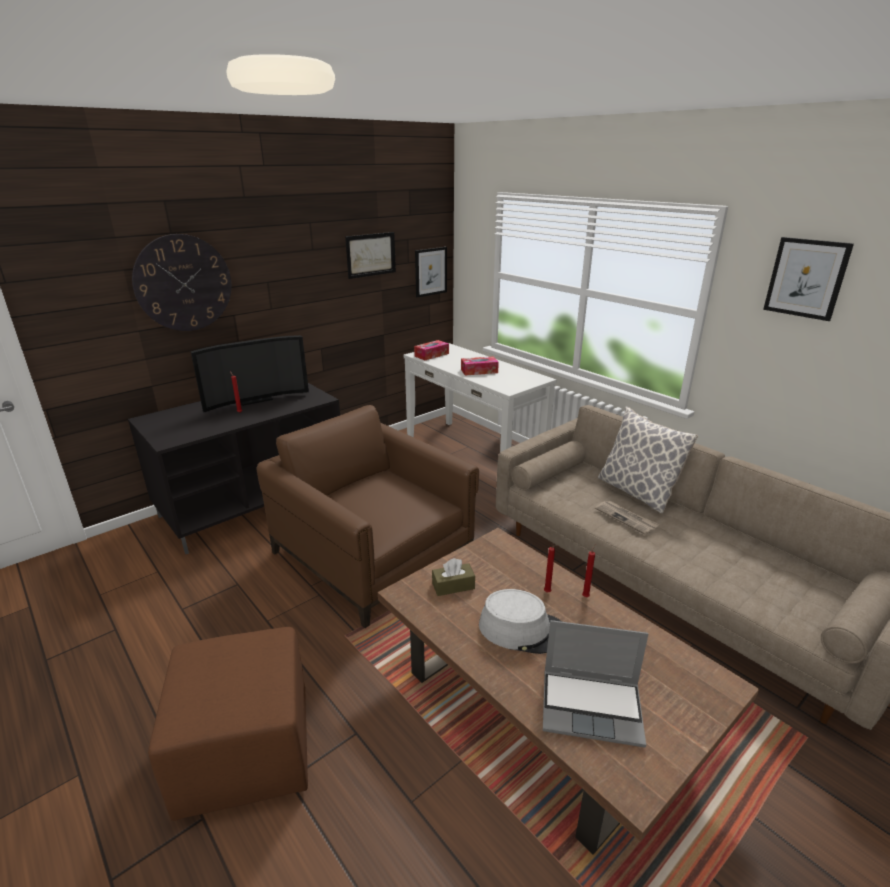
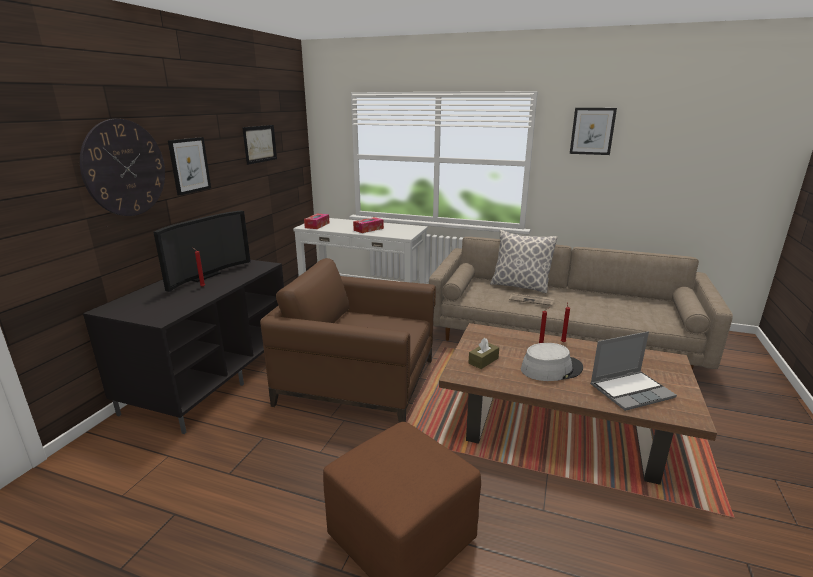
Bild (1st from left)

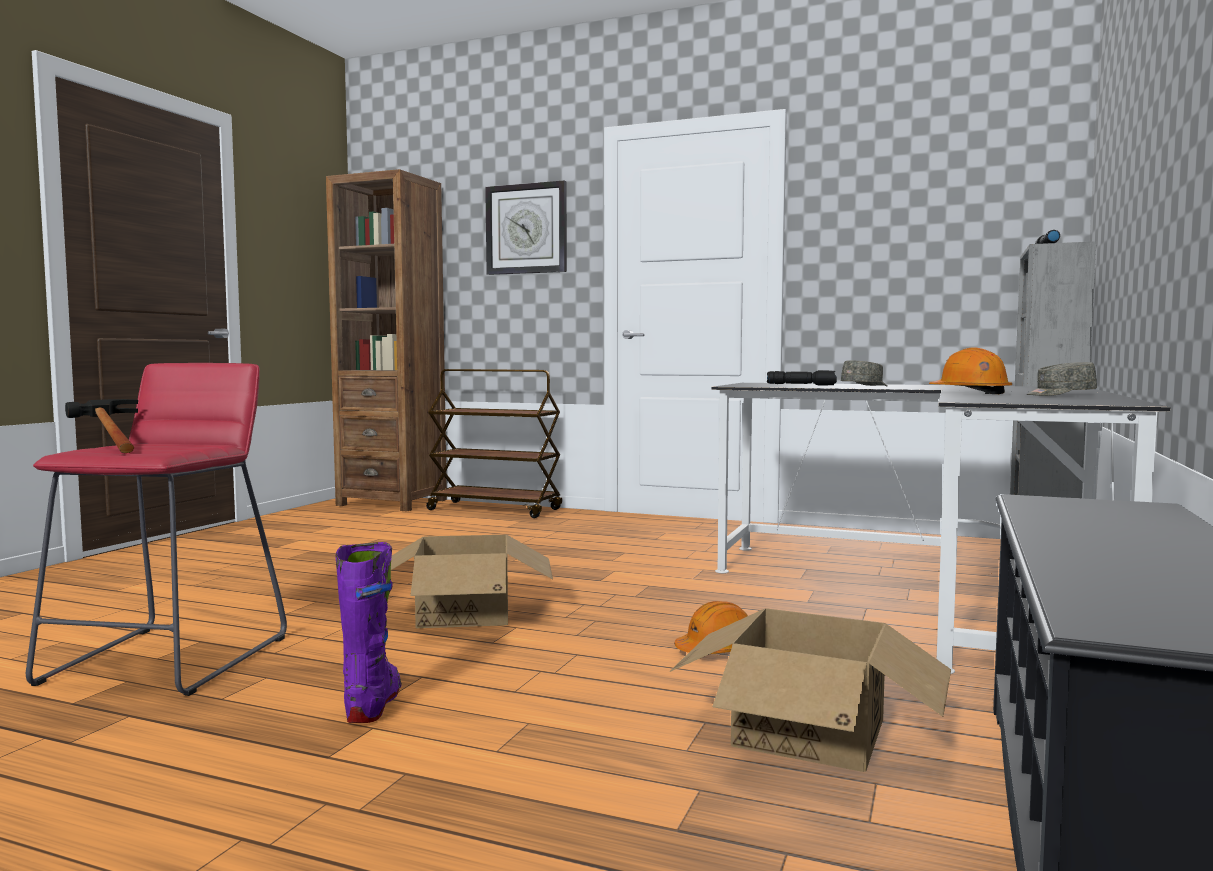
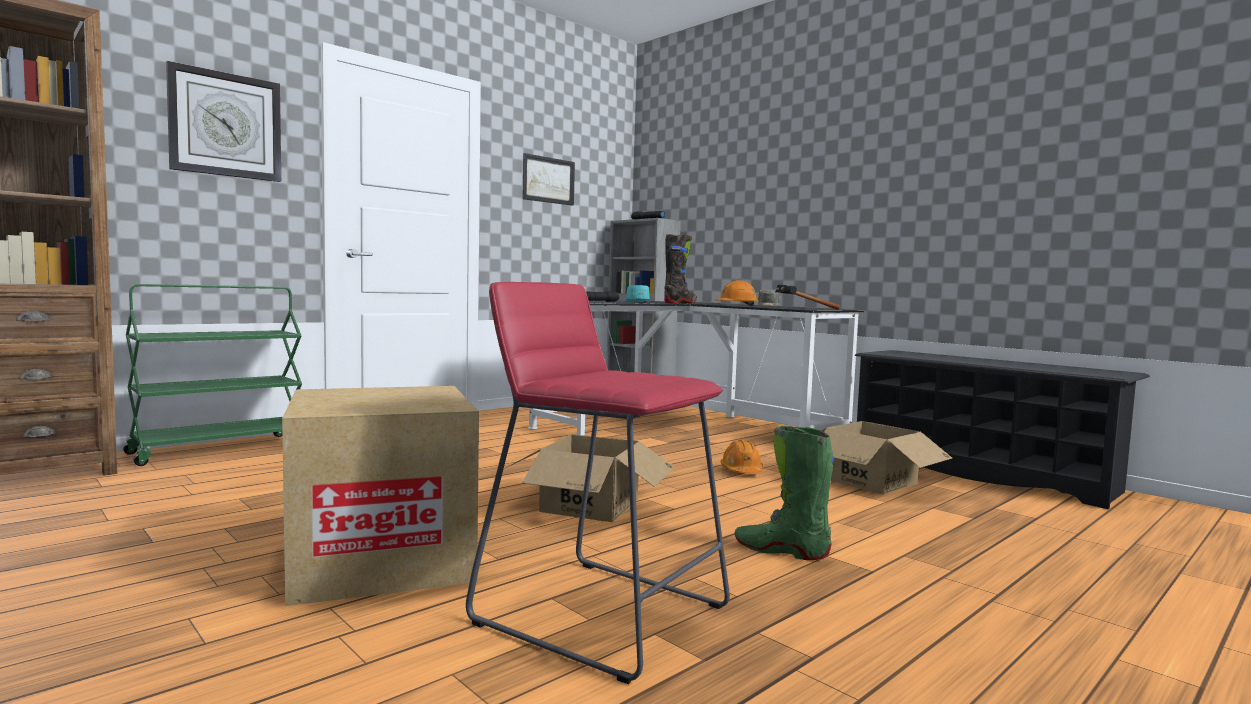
Kappe [türkis]; Rollwagen [grün]; Hammer; Stiefel [grün]; Bild; Stiefel [schwarz]; Karton (1st from left)

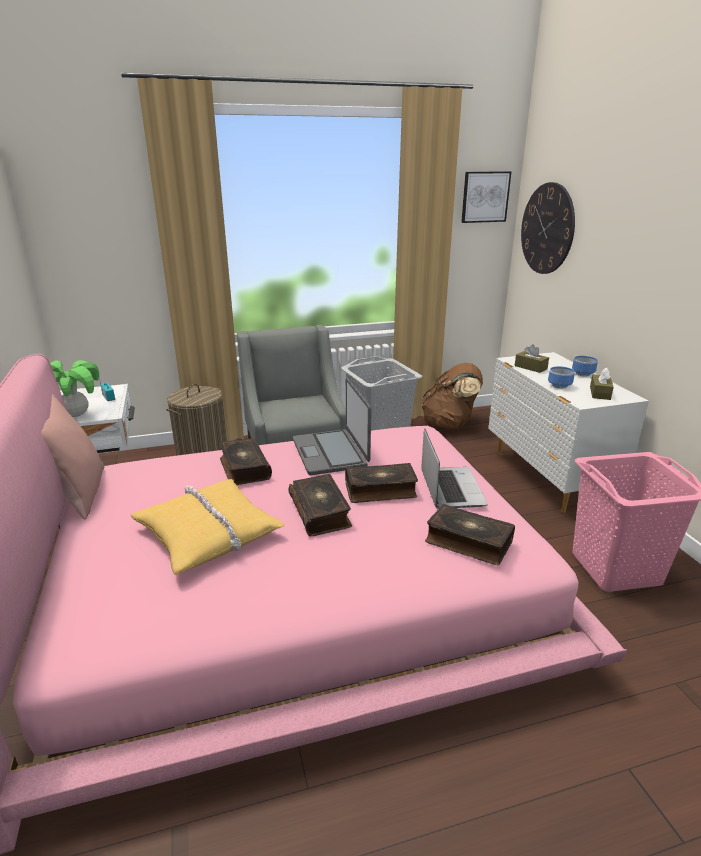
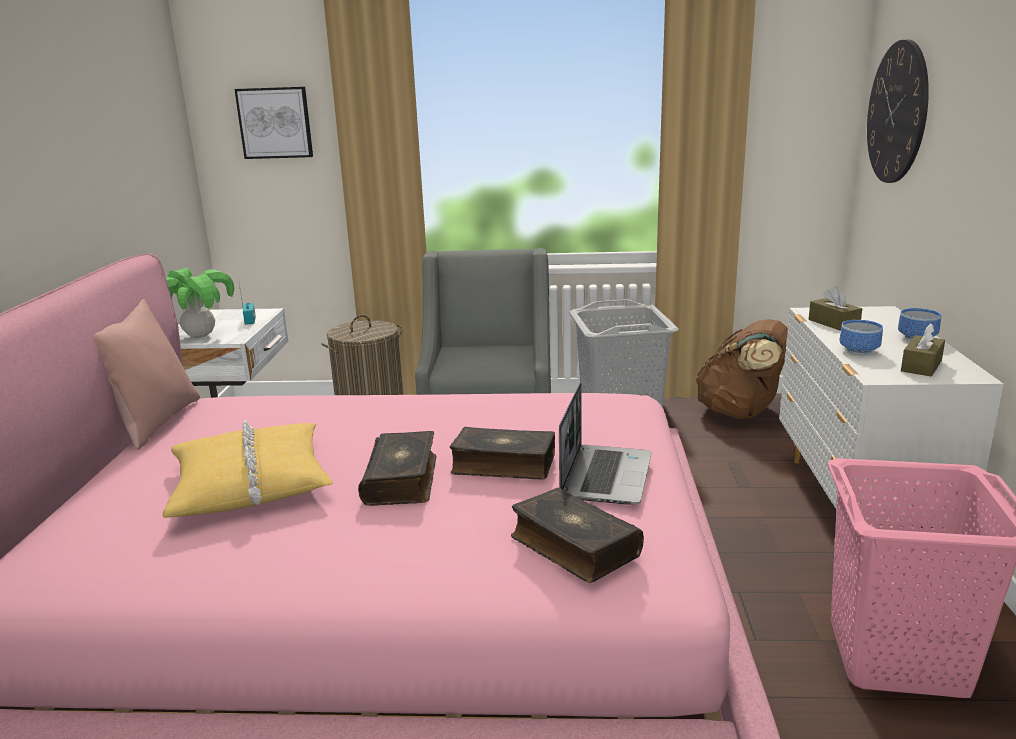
Bild; Laptop (1st from left in the first image); Buch (1st from left in the first image)

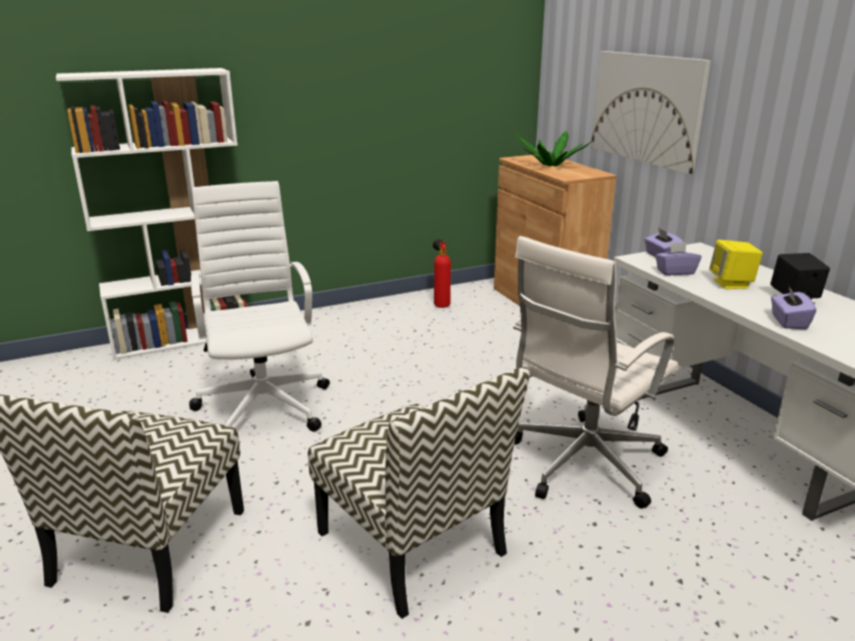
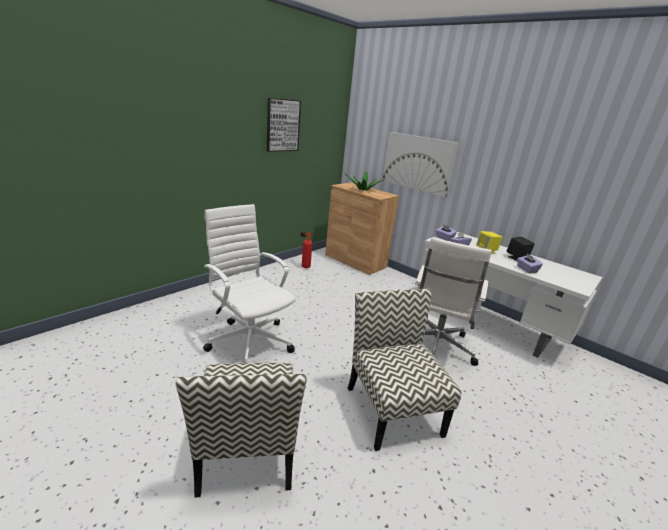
Bücherregal [weiß]; Stuhl (2nd from left); Bild (1st from left)

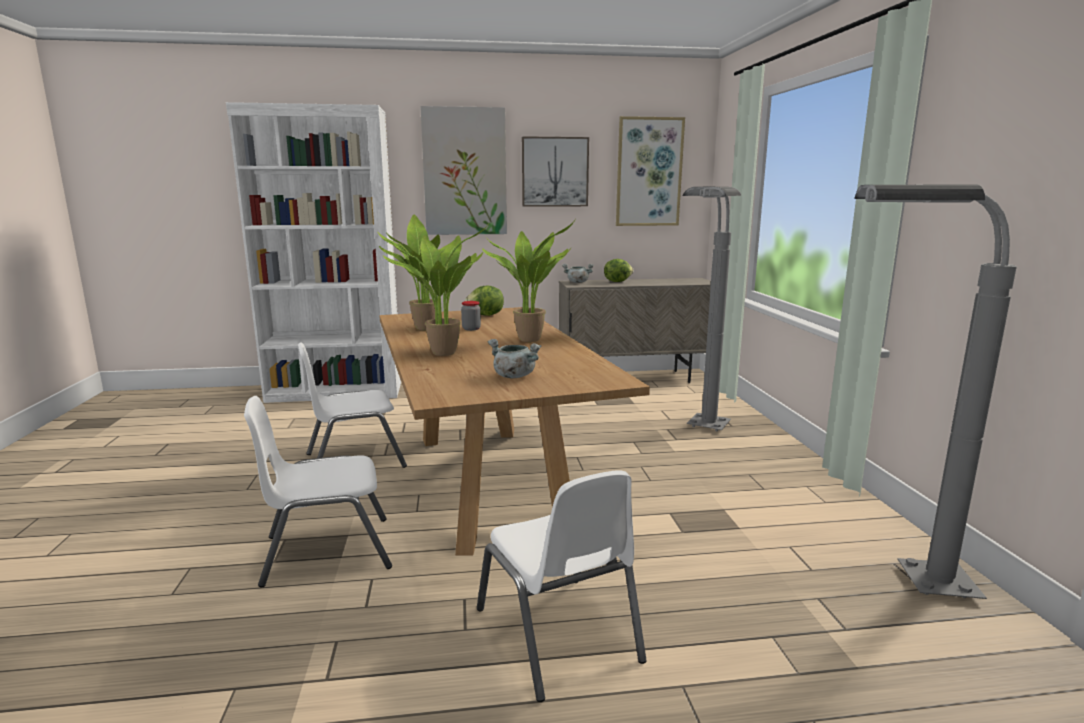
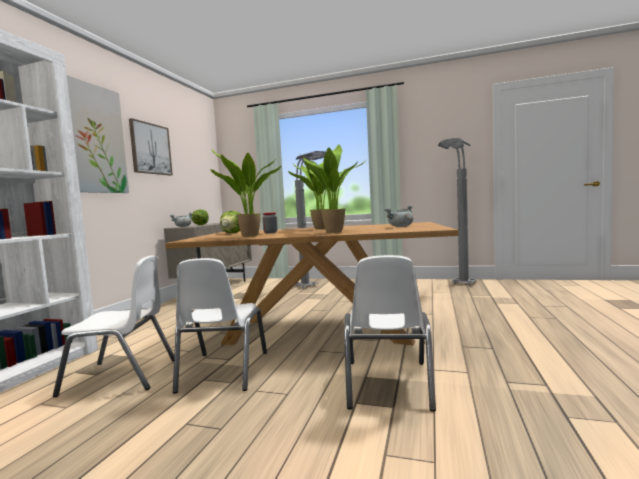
Bild (3rd from left in the first image); Stuhl [weiß] (1st from left)

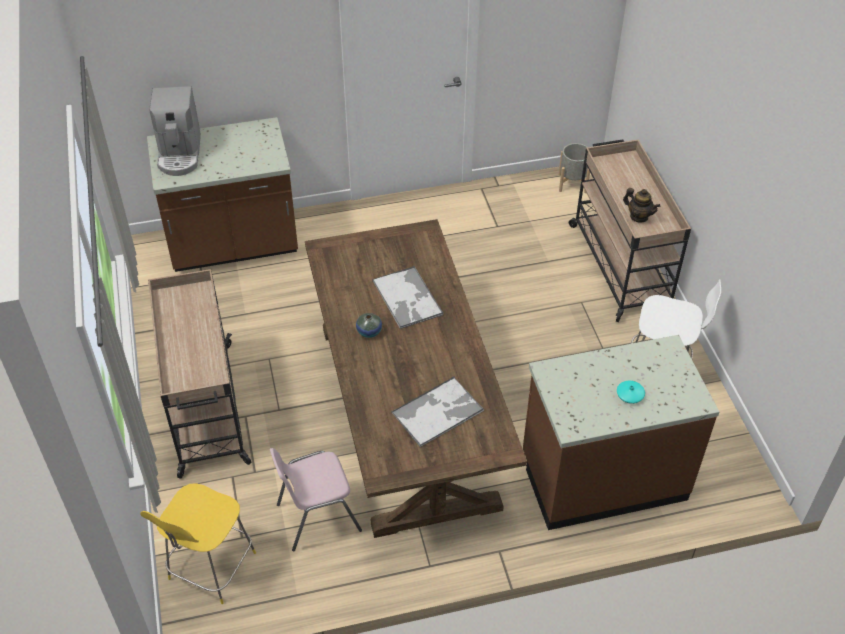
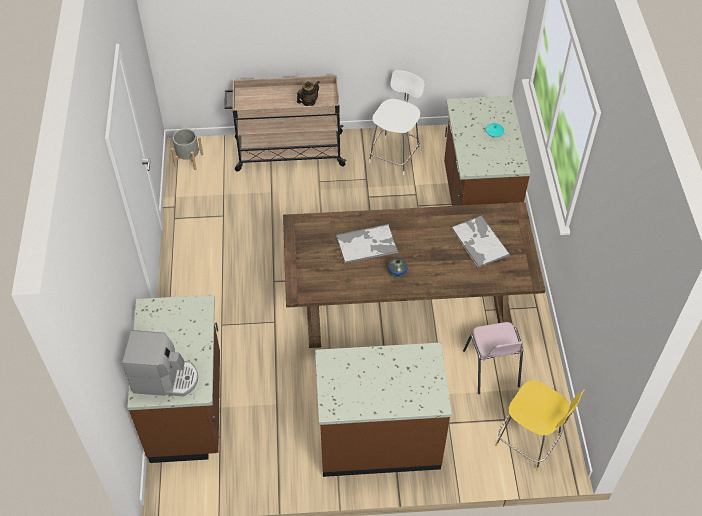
Küchenzeile [braun] (2nd from left)

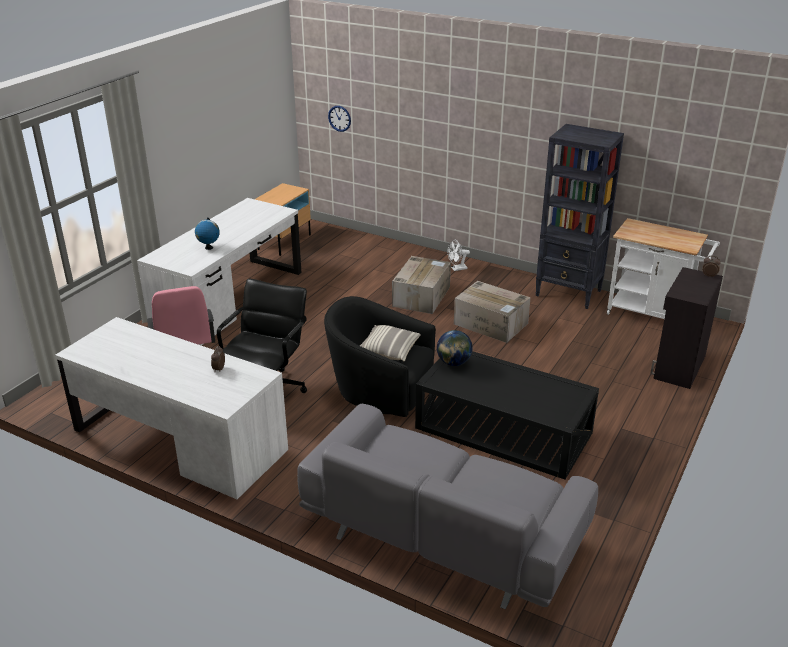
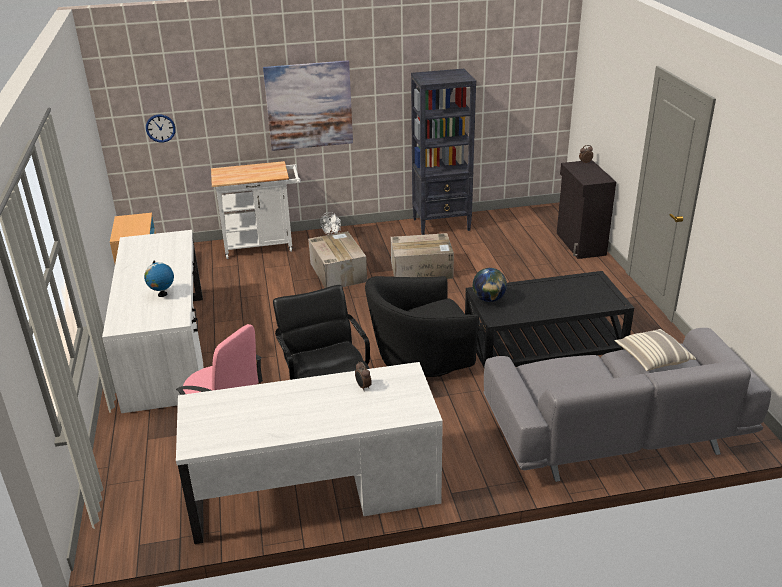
Rollwagen [weiß]; Kissen; Bild

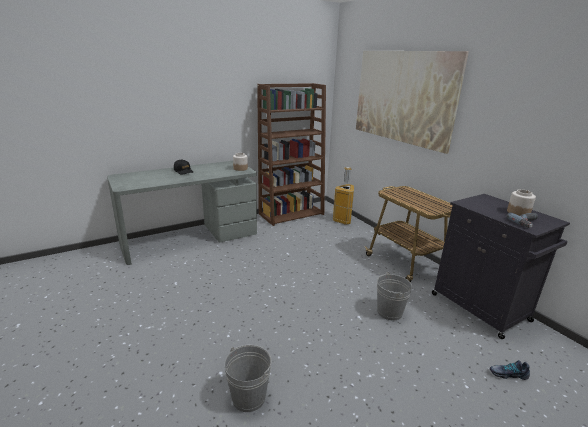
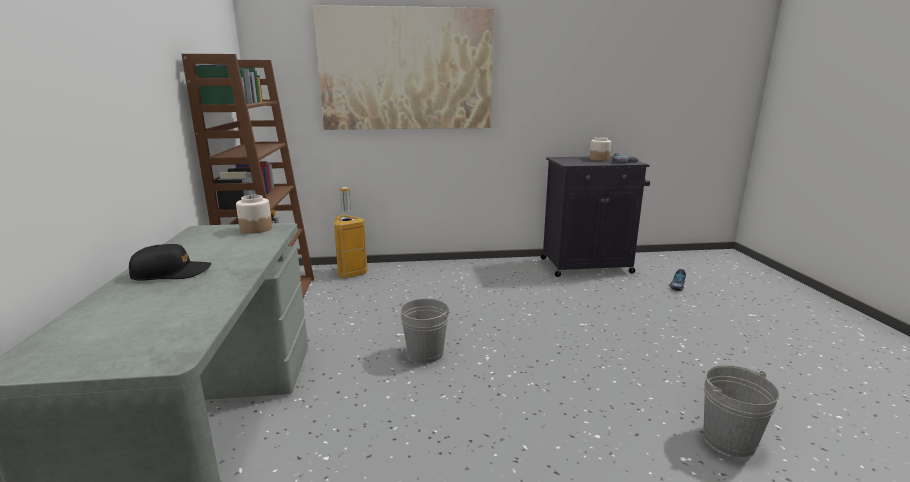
Rollwagen; Eimer [grau] (1st from left)

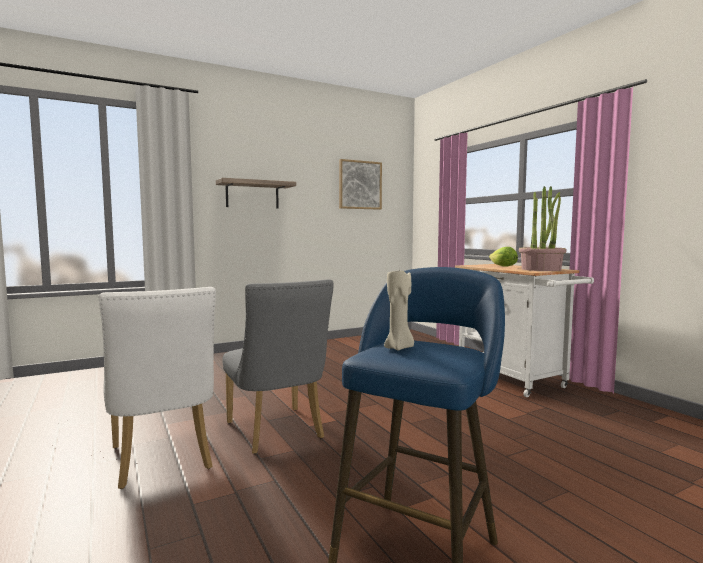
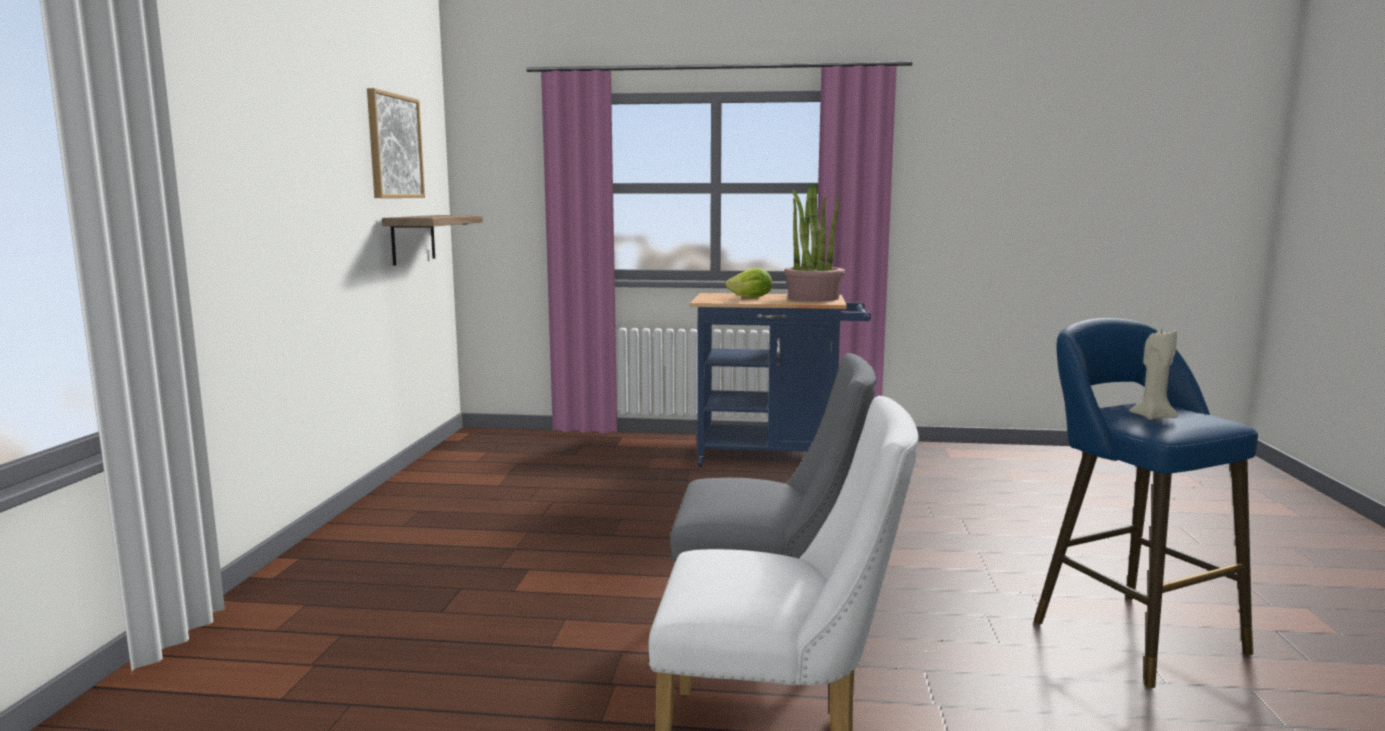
Wandregal; Rollwagen [blau]

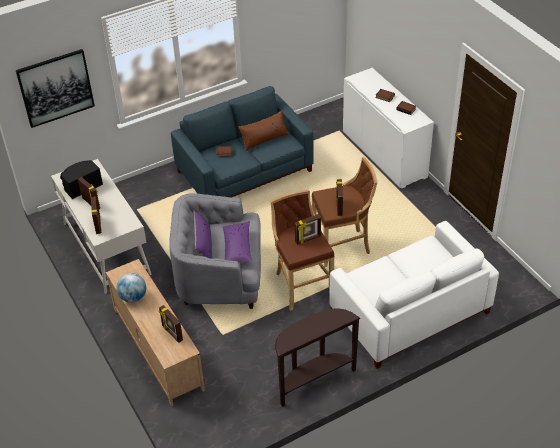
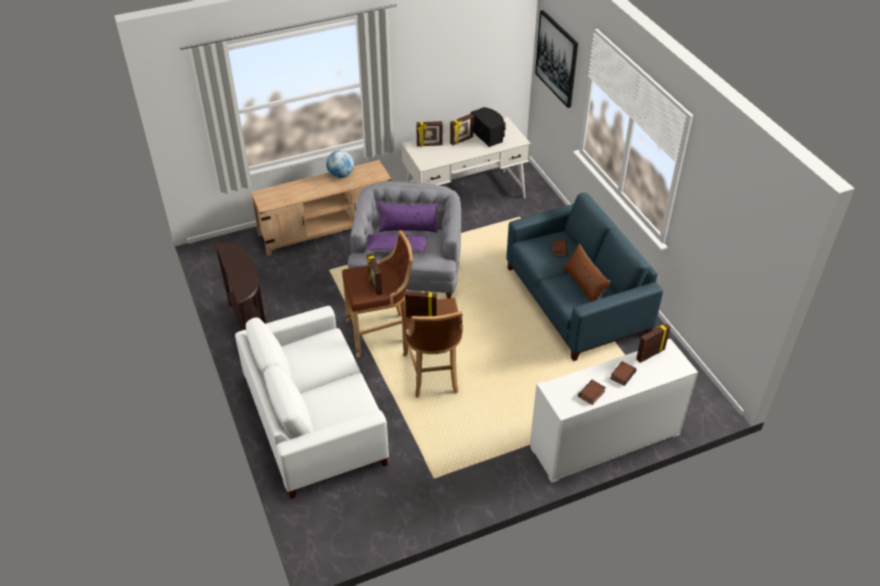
Bilderrahmen (5th from left)

